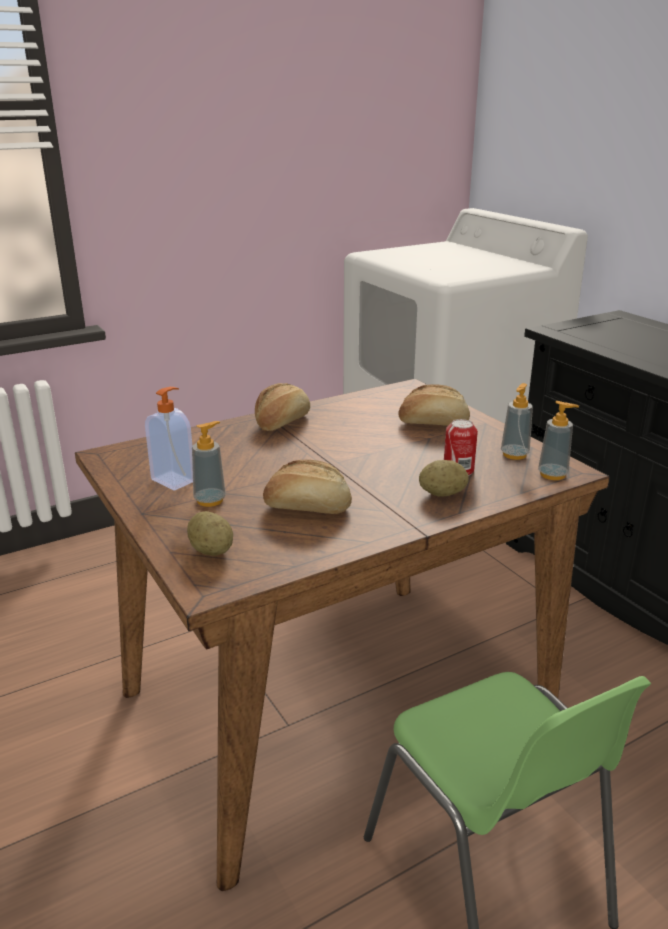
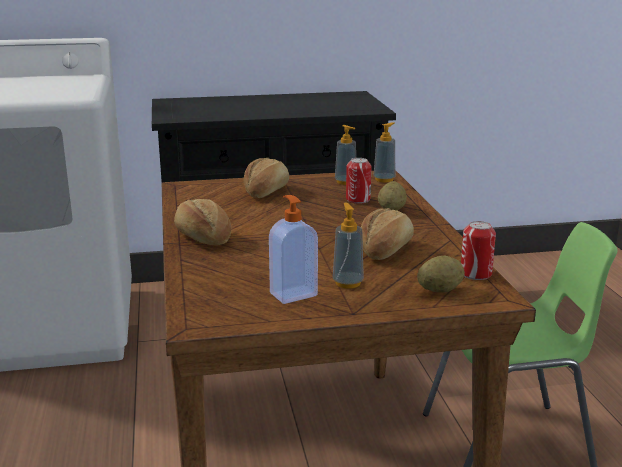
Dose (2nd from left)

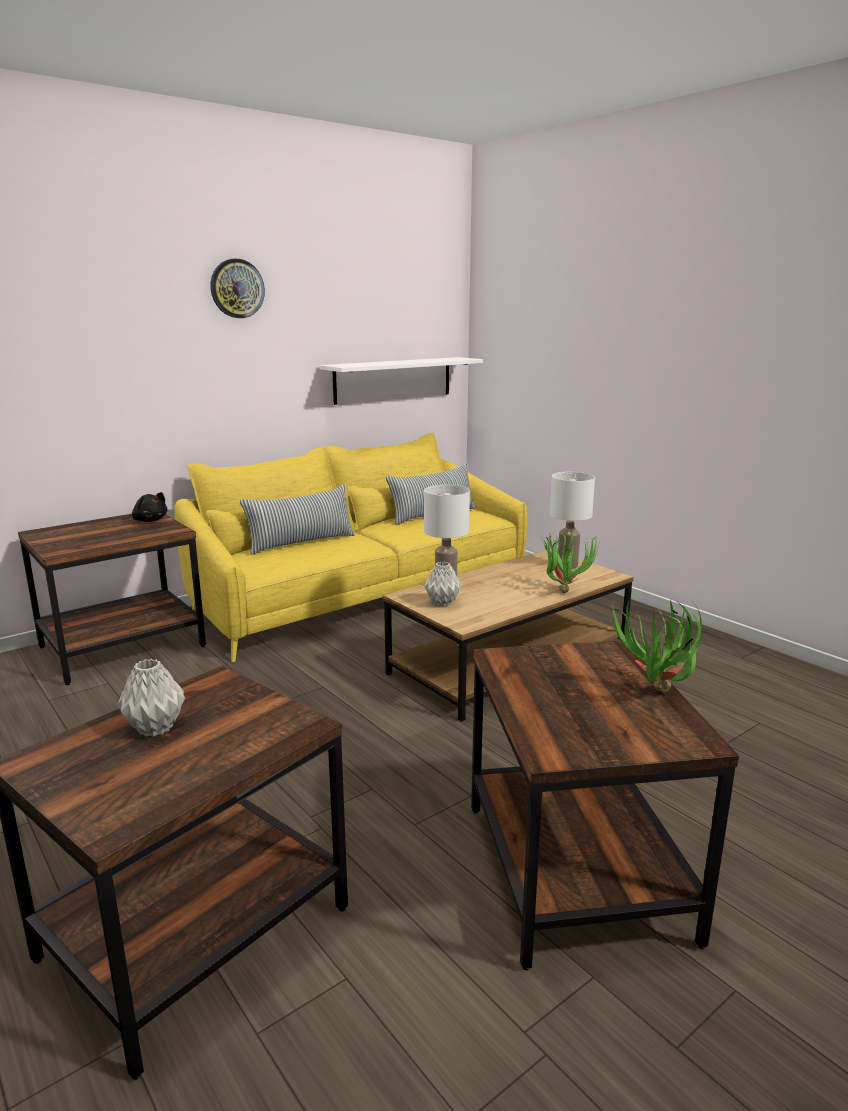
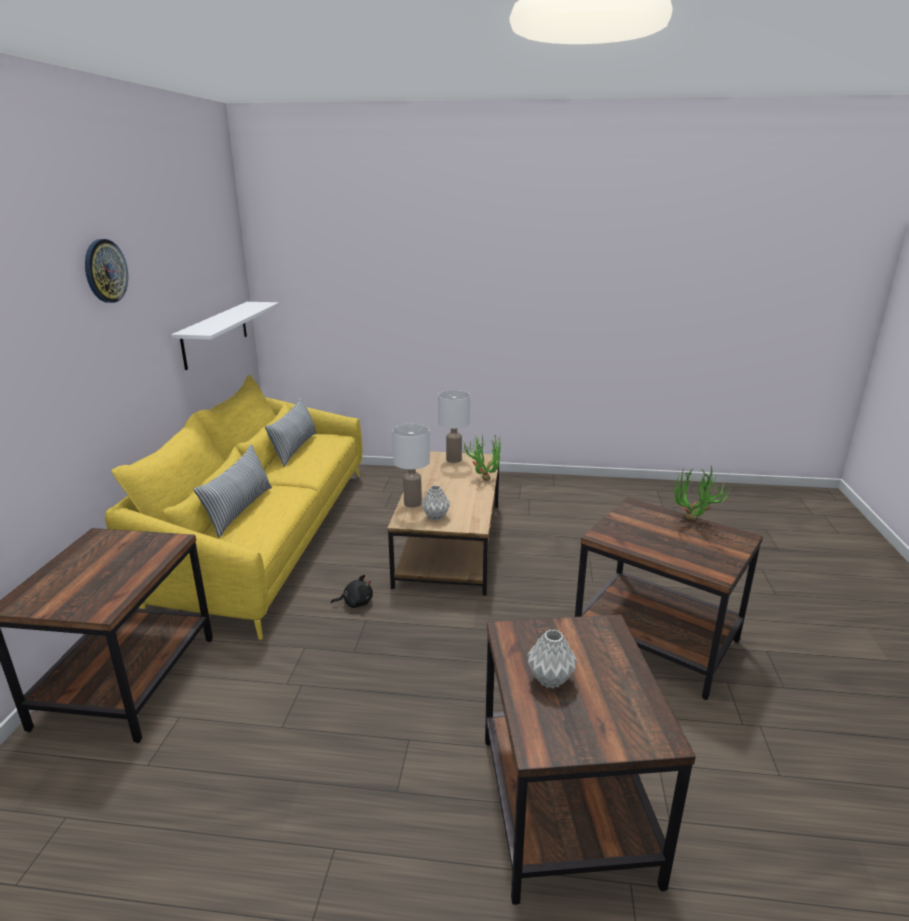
Plüschtier [schwarz]

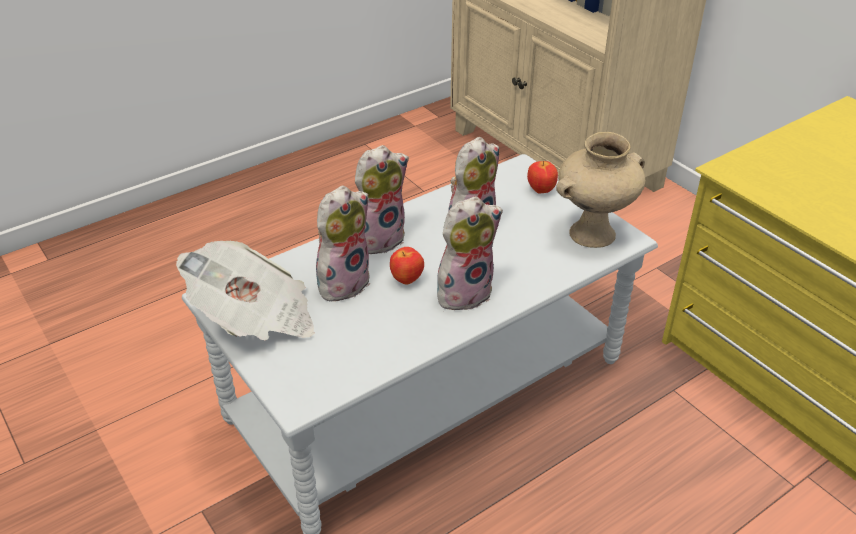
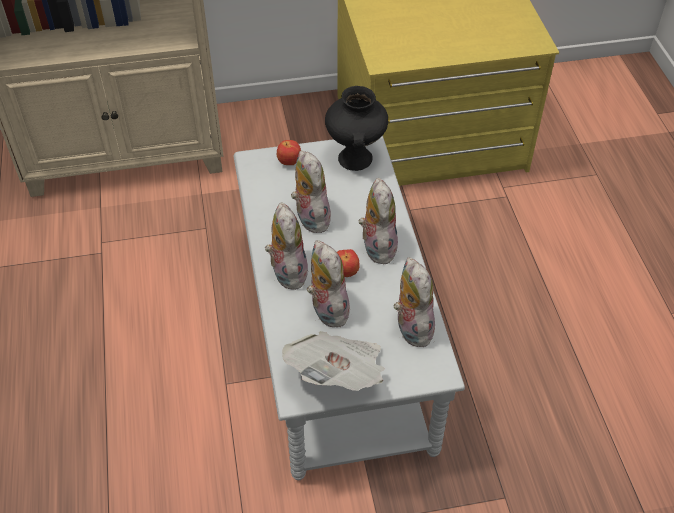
Vase [schwarz]; Plüschtier (5th from left)

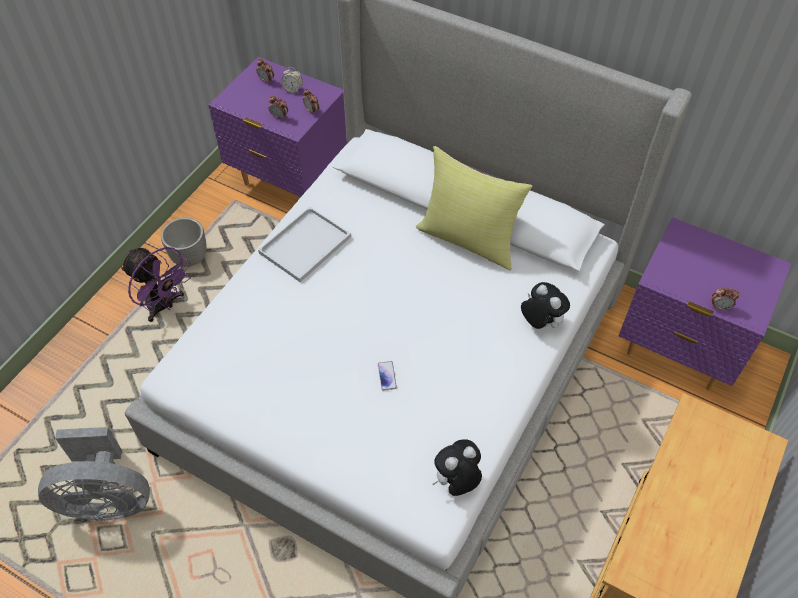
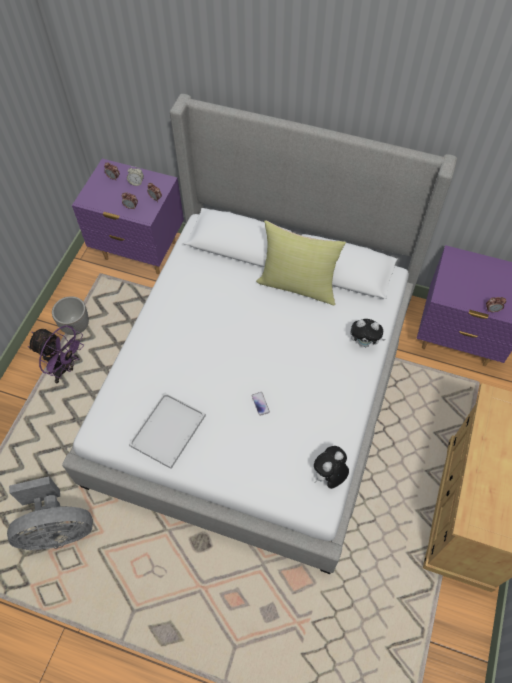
Tablett [weiß]; Plüschtier (2nd from left)

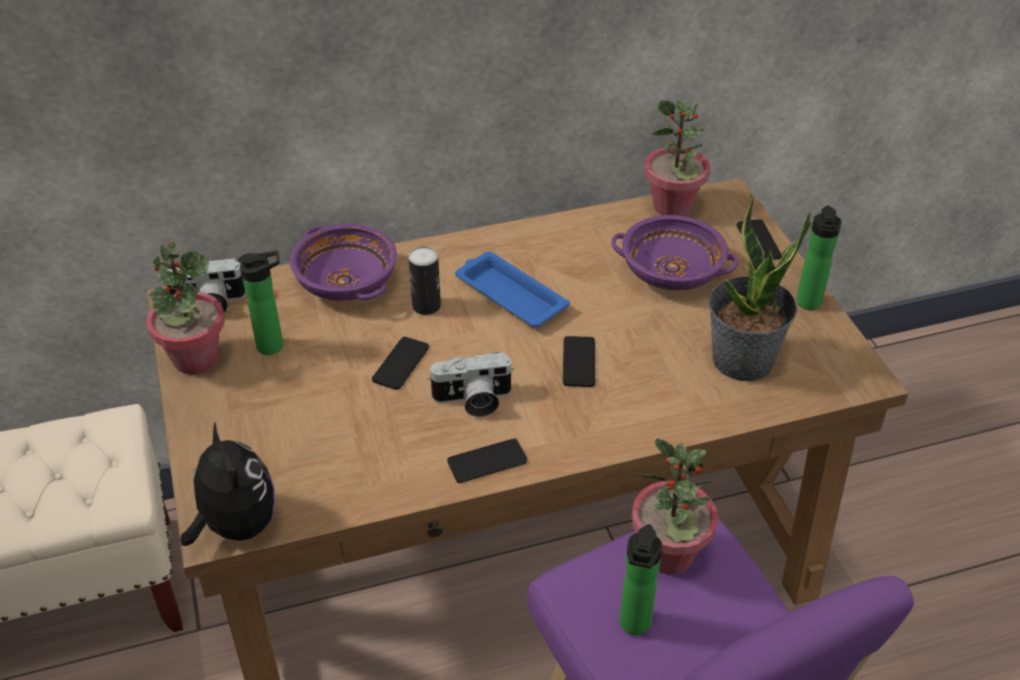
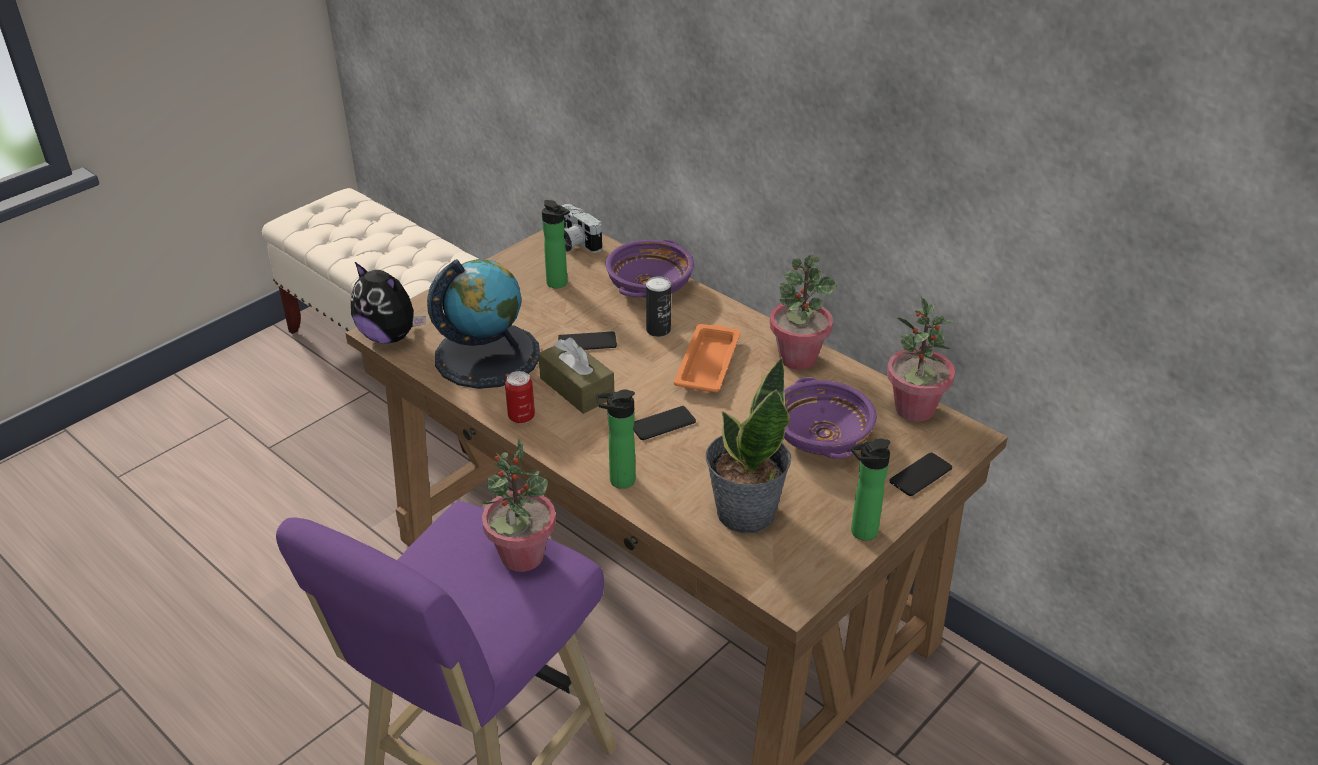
Topfpflanze (3rd from left); Tablett [orange]; Taschentuchbox [braun]; Plüschtier; Dose (1st from left); Flasche (2nd from left); Globus

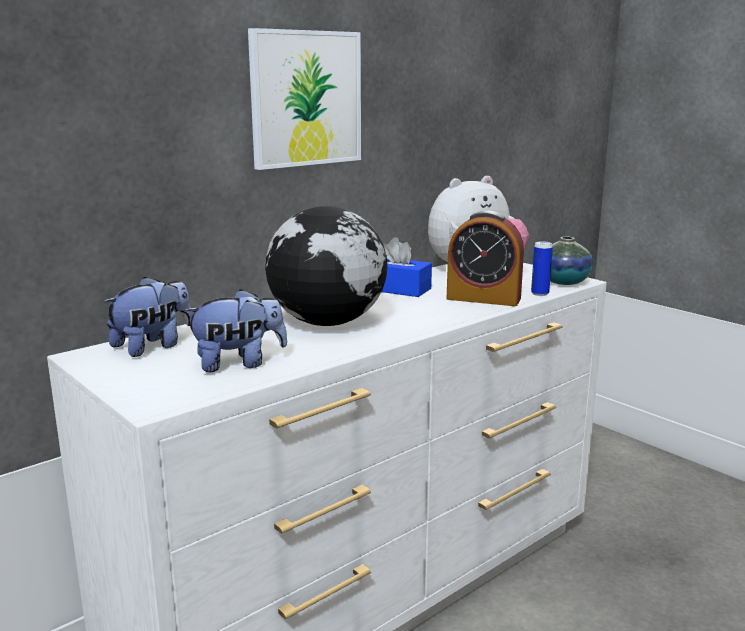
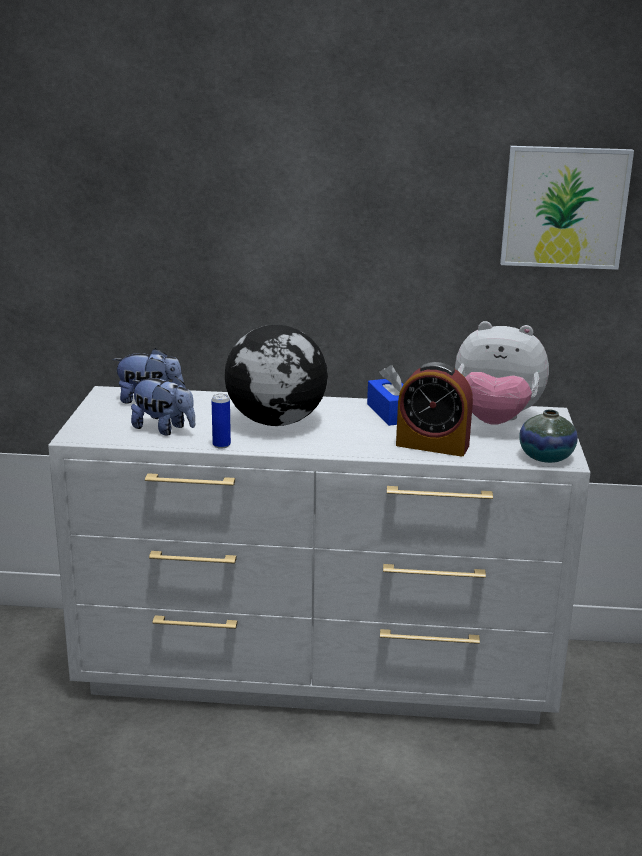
Bild; Wecker; Dose

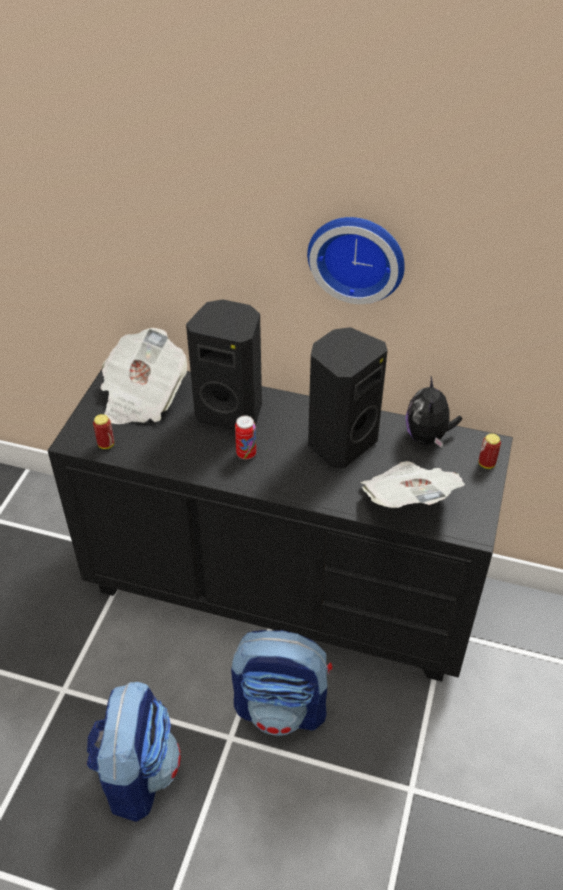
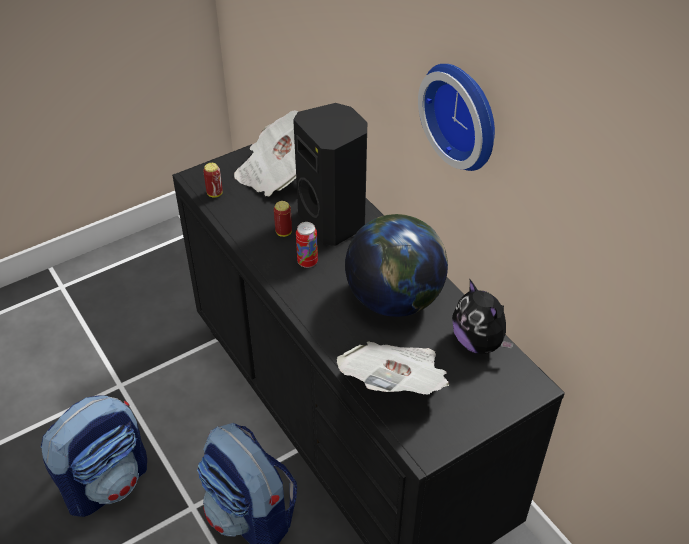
Globus; Plüschtier; Dose (2nd from left)

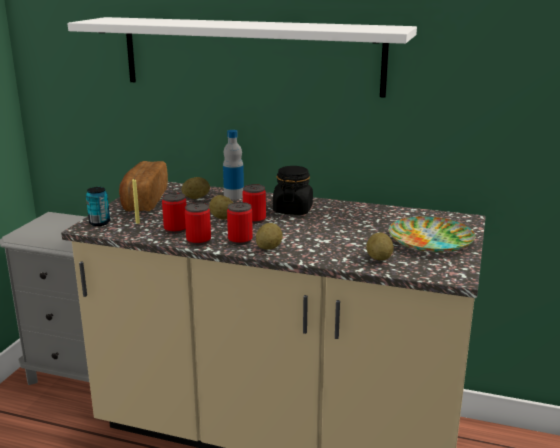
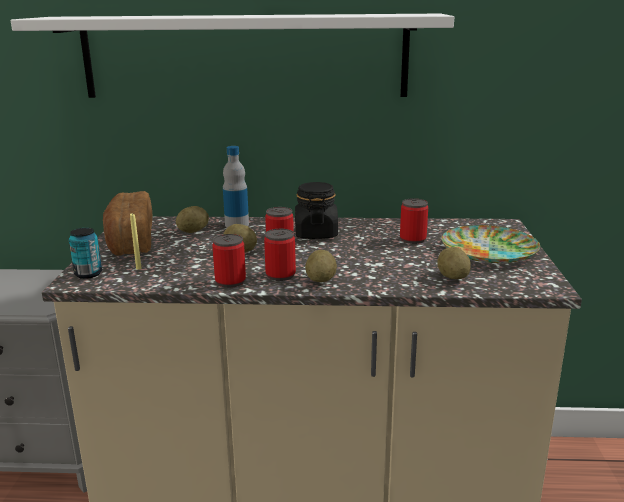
Dose (5th from left)

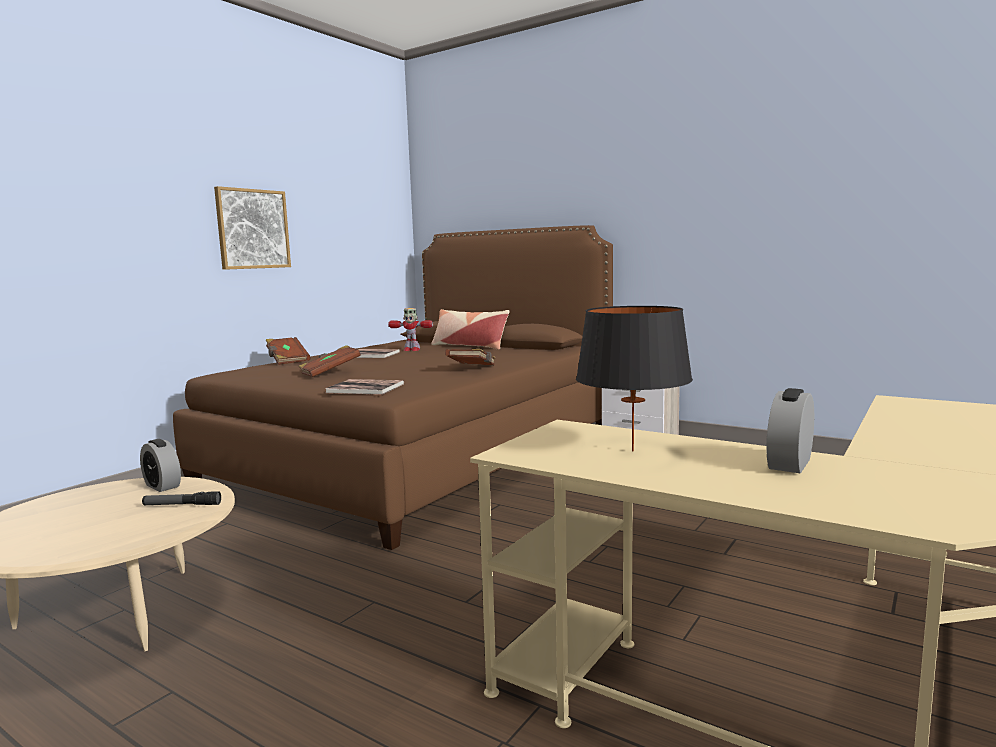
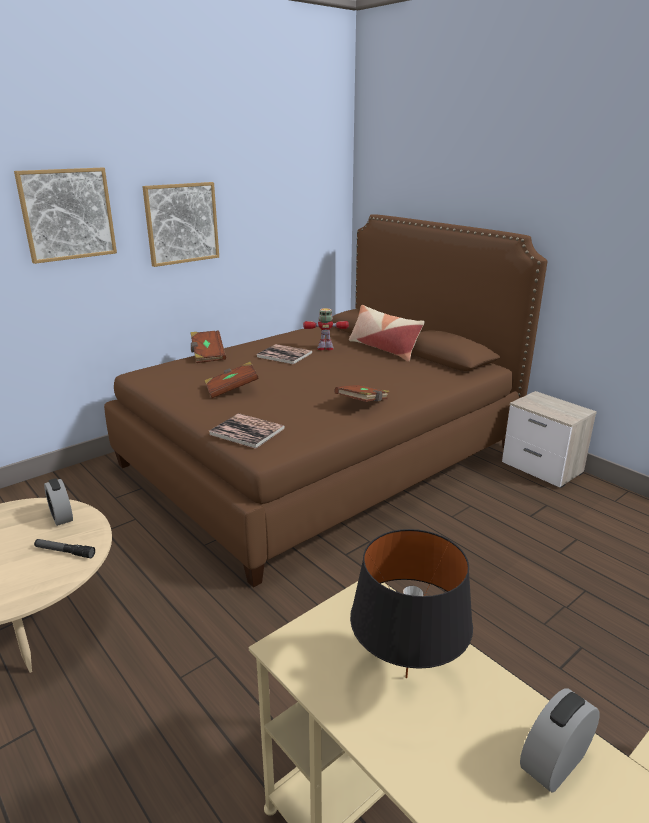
Spielzeugroboter; Bild (1st from left)

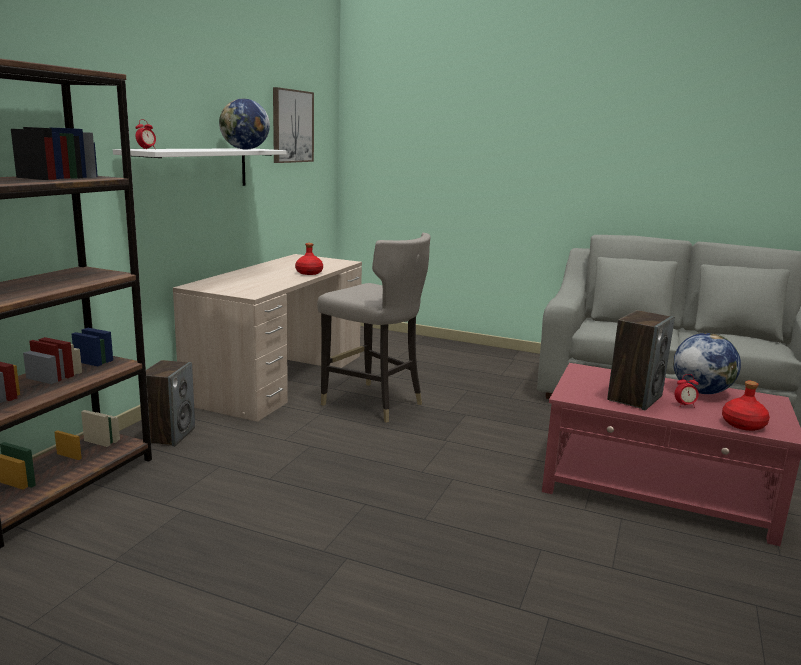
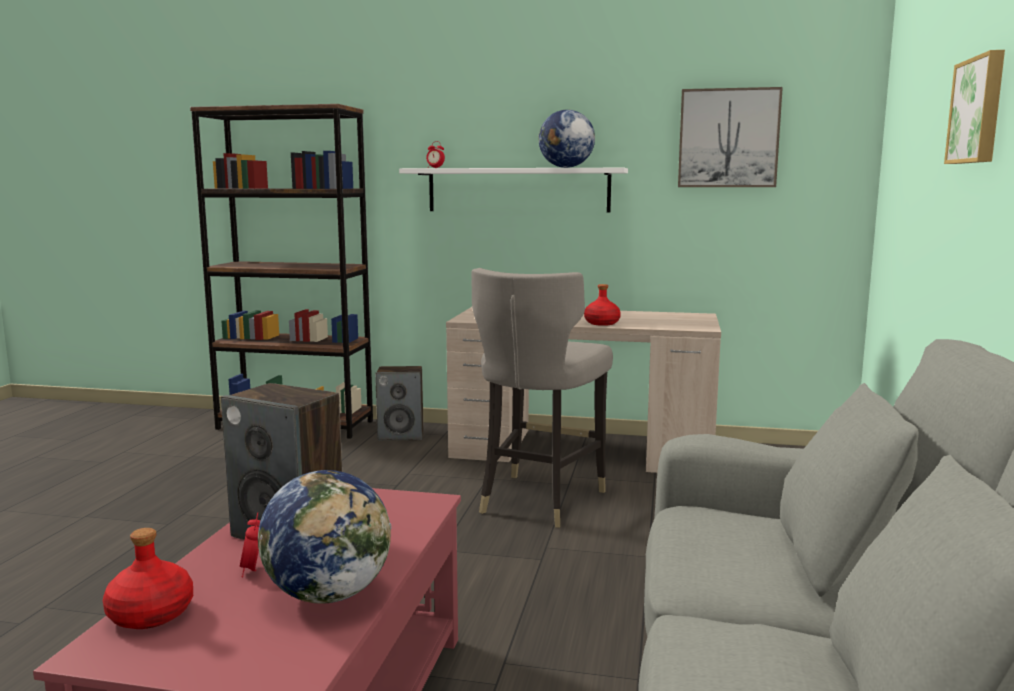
Bild (2nd from left)

